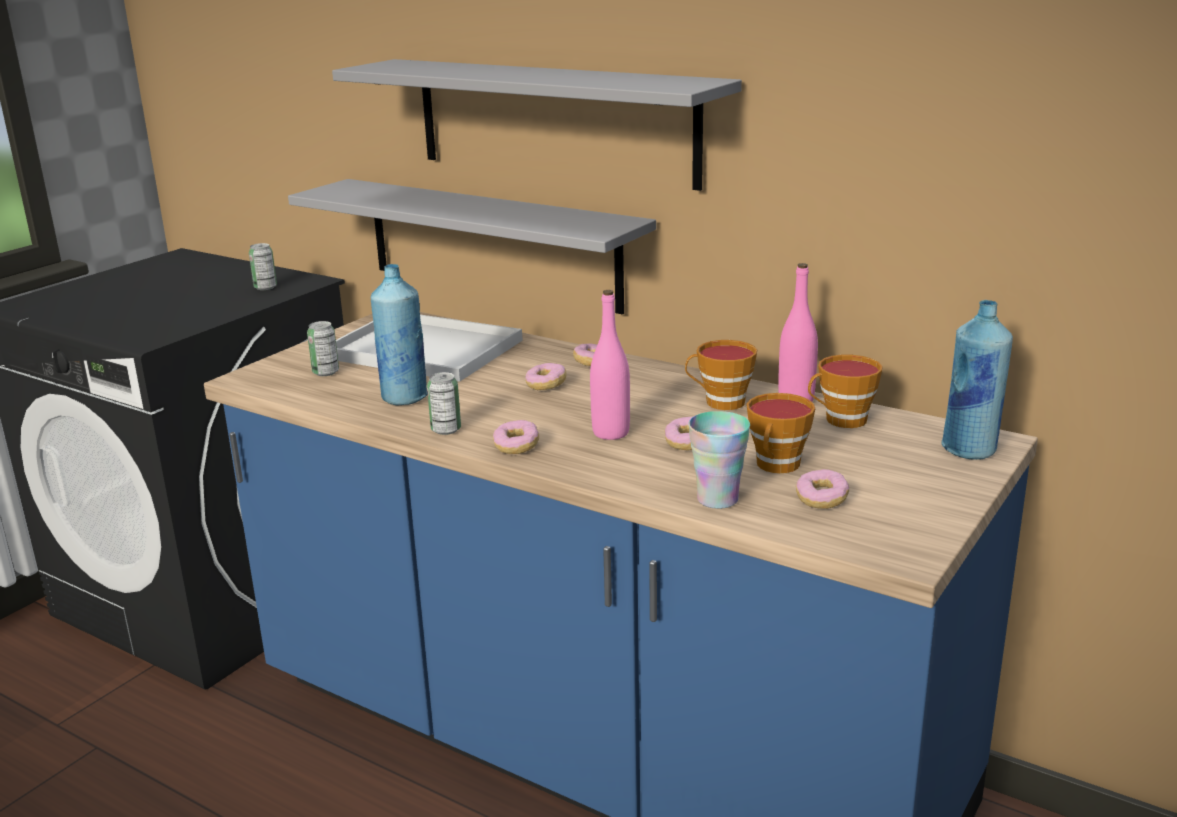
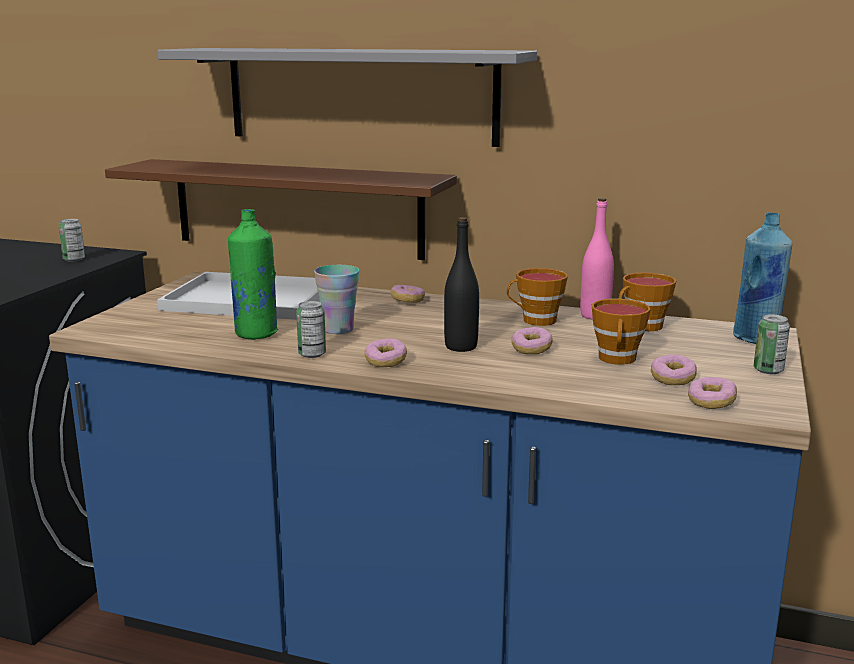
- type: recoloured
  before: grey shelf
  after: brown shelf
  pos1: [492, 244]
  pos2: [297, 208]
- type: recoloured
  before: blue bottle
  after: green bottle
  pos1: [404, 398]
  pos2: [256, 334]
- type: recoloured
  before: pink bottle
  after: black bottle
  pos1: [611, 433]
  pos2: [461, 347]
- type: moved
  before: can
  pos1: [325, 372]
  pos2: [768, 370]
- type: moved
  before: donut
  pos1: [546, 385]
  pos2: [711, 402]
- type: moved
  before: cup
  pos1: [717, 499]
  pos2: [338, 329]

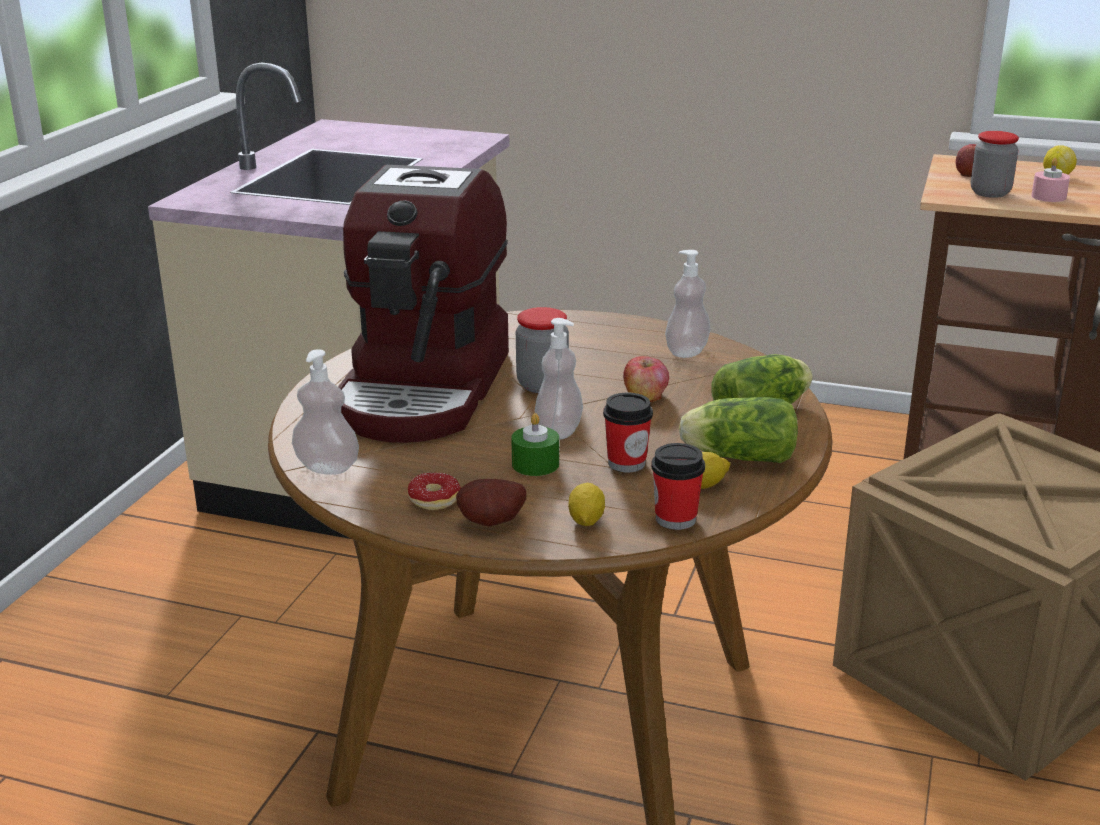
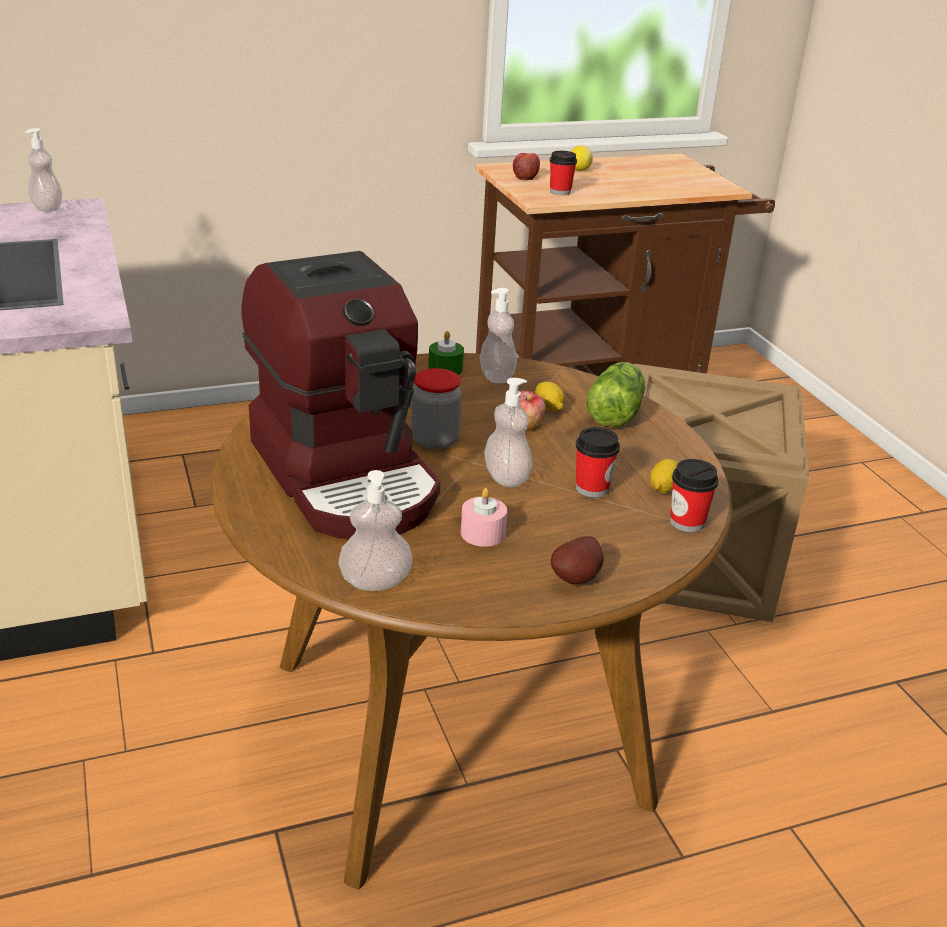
- type: replaced
  before: jar
  after: cup
  pos1: [990, 193]
  pos2: [560, 192]
- type: moved
  before: pink candle
  pos1: [1048, 197]
  pos2: [482, 533]
- type: removed
  before: lettuce
  pos1: [736, 457]
- type: moved
  before: green candle
  pos1: [535, 464]
  pos2: [445, 369]
- type: removed
  before: donut
  pos1: [425, 502]
- type: moved
  before: lemon
  pos1: [586, 519]
  pos2: [548, 407]
- type: added
  after: soap dispenser
  pos2: [47, 208]

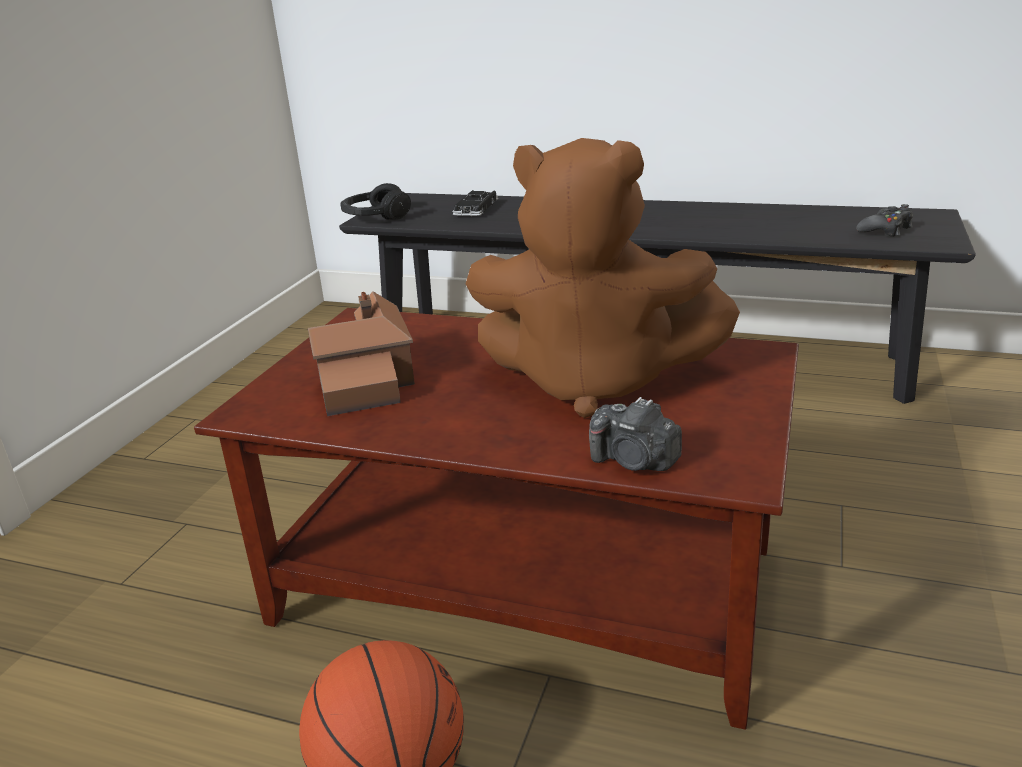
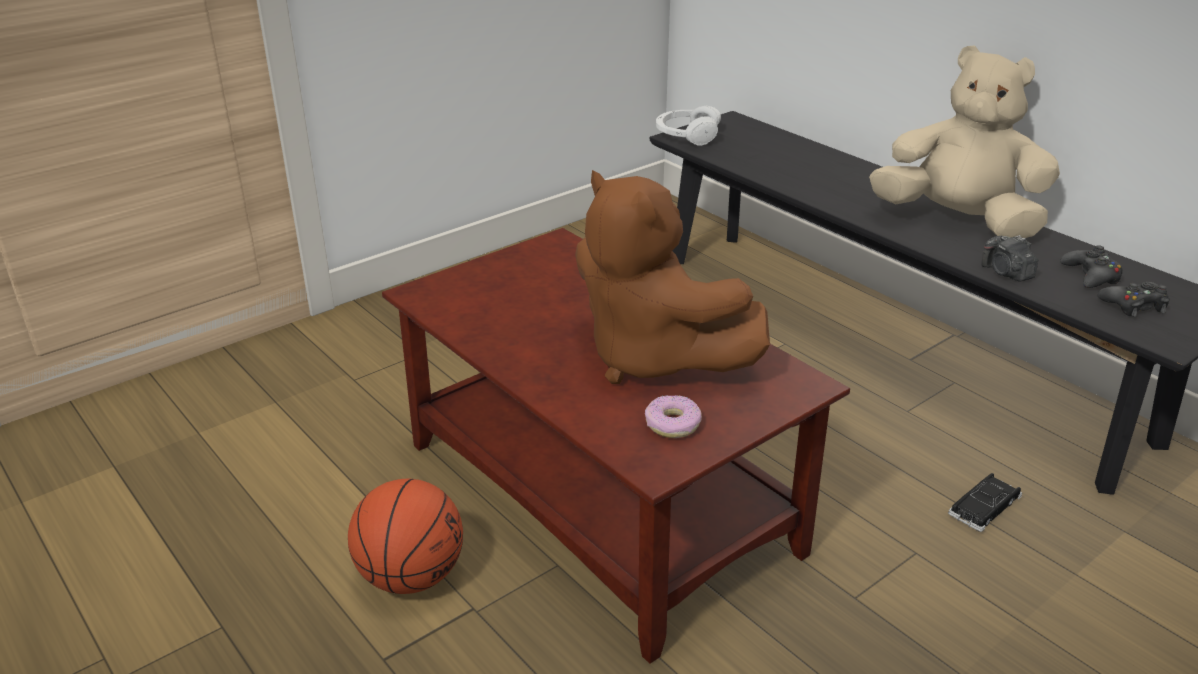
- type: recoloured
  before: black headphones
  after: white headphones
  pos1: [376, 217]
  pos2: [687, 136]
- type: moved
  before: black toy car
  pos1: [476, 209]
  pos2: [984, 507]
- type: removed
  before: toy house
  pos1: [368, 380]
- type: moved
  before: photo camera
  pos1: [634, 461]
  pos2: [1006, 273]
- type: added
  after: beige plush toy
  pos2: [958, 221]
- type: added
  after: black game controller
  pos2: [1091, 276]
- type: added
  after: donut
  pos2: [672, 424]

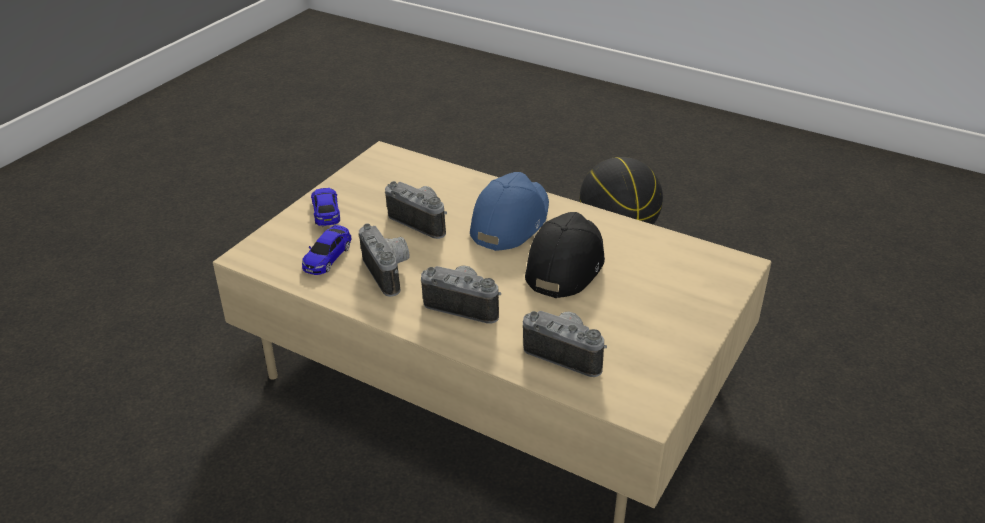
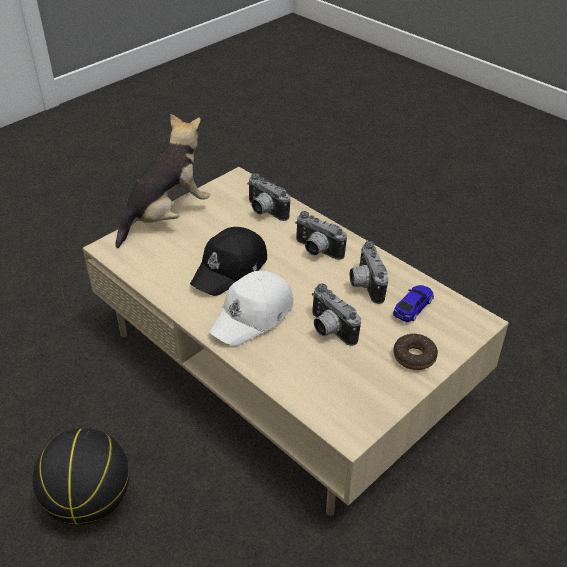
- type: recoloured
  before: blue cap
  after: white cap
  pos1: [510, 221]
  pos2: [253, 316]
- type: replaced
  before: toy car
  after: donut
  pos1: [326, 212]
  pos2: [414, 356]
- type: added
  after: plush toy
  pos2: [166, 216]

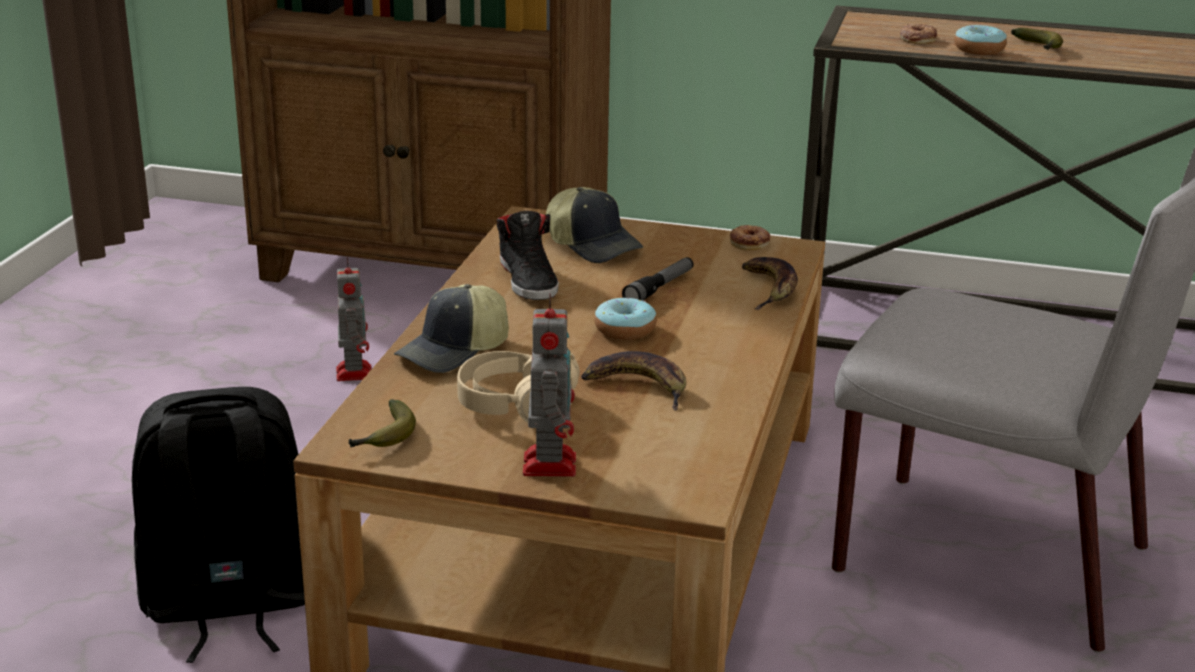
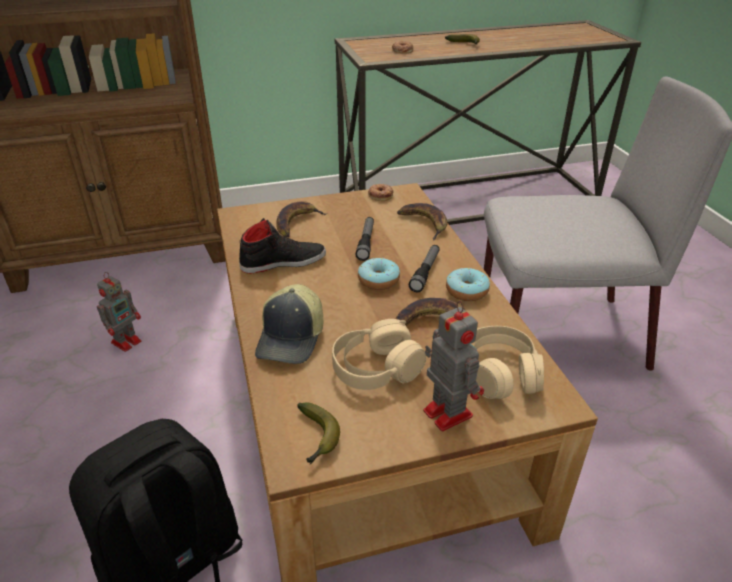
- type: moved
  before: donut
  pos1: [979, 50]
  pos2: [466, 291]
- type: replaced
  before: cap
  after: banana
  pos1: [594, 245]
  pos2: [297, 223]
- type: turned
  before: black shoe
  pos1: [528, 280]
  pos2: [283, 261]
  turn: -60
- type: turned
  before: toy robot
  pos1: [354, 372]
  pos2: [127, 341]
  turn: 75
- type: added
  after: flashlight
  pos2: [425, 272]
- type: added
  after: beige headphones
  pos2: [500, 373]

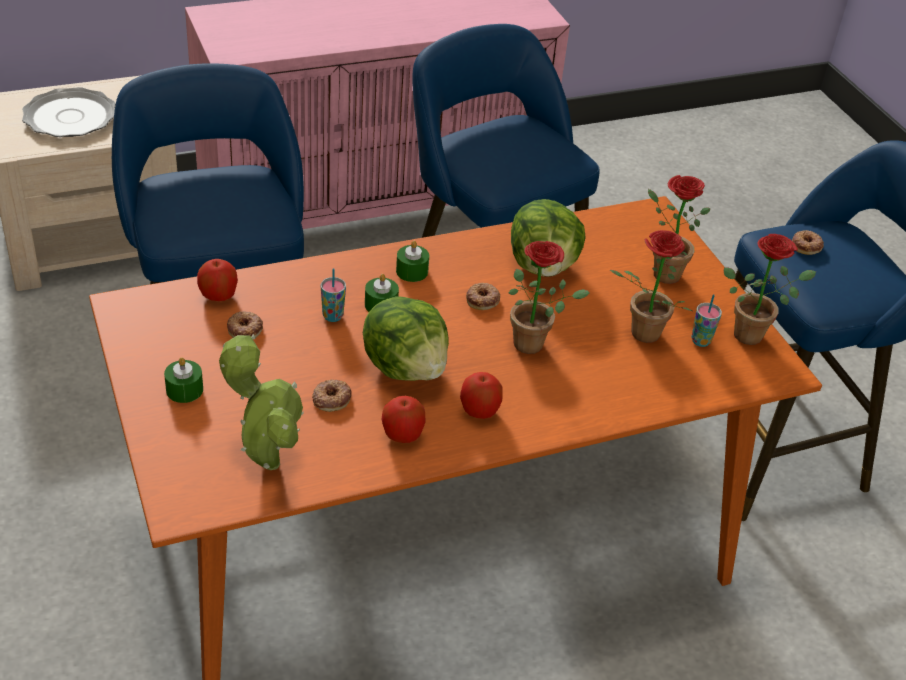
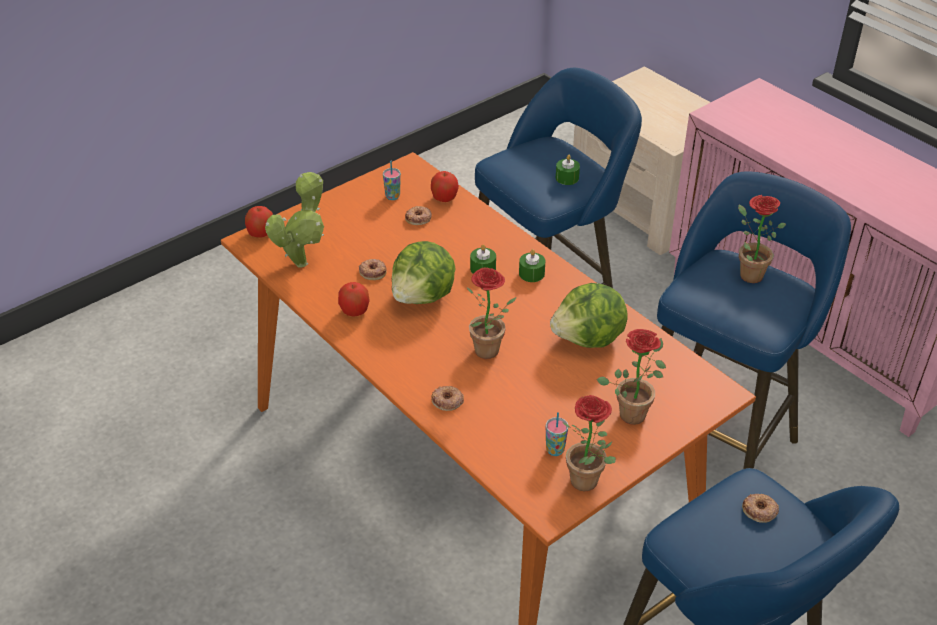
- type: removed
  before: plate
  pos1: [69, 117]
- type: moved
  before: potted plant
  pos1: [639, 334]
  pos2: [747, 273]
- type: moved
  before: cup
  pos1: [332, 316]
  pos2: [392, 196]
- type: moved
  before: donut
  pos1: [483, 299]
  pos2: [447, 401]
- type: moved
  before: green candle
  pos1: [184, 390]
  pos2: [567, 178]
- type: moved
  before: apple
  pos1: [479, 411]
  pos2: [261, 234]

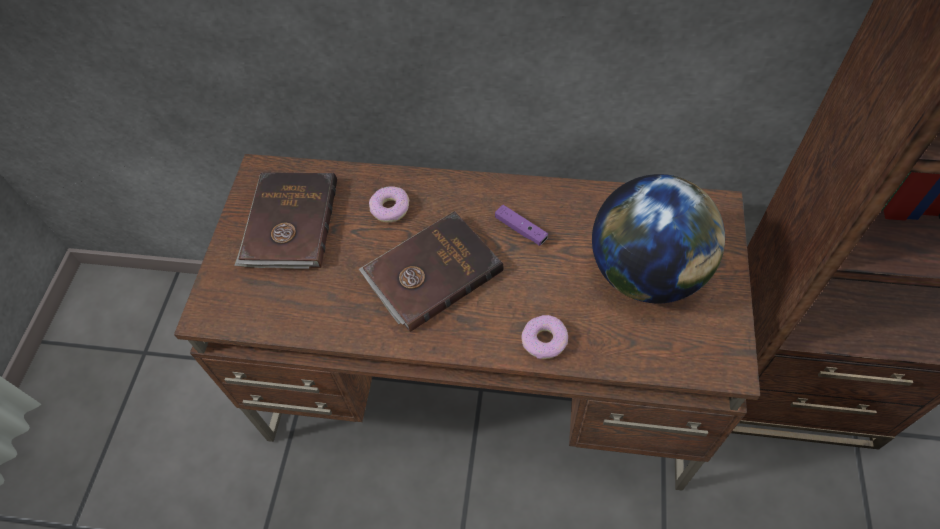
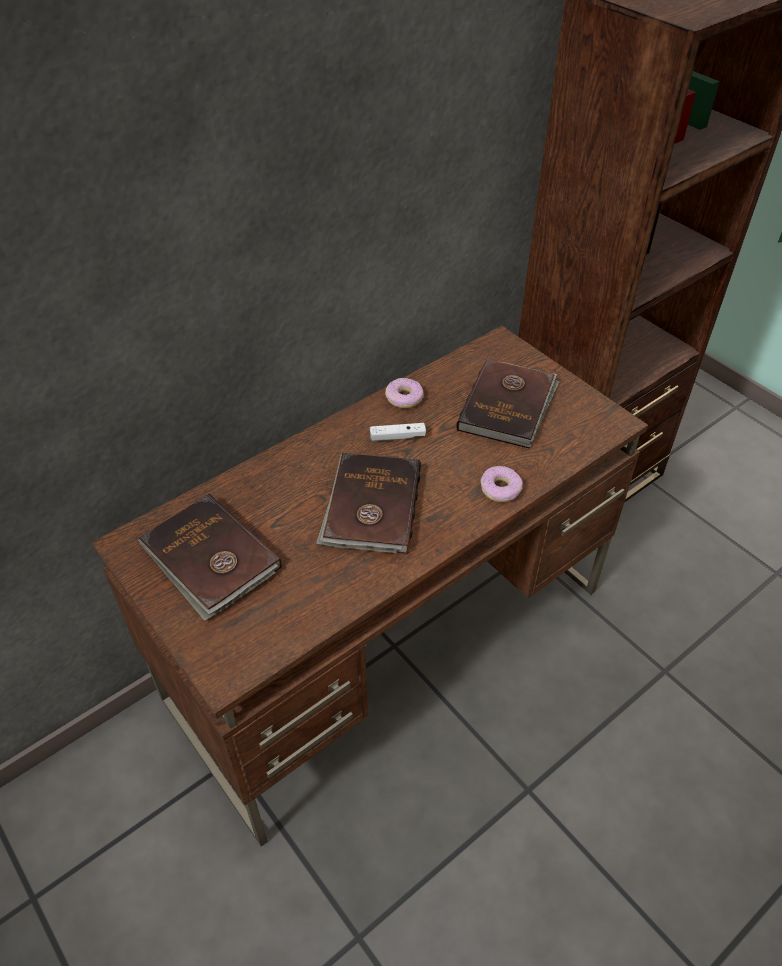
- type: replaced
  before: globe
  after: brown book
  pos1: [646, 273]
  pos2: [508, 406]
- type: moved
  before: donut
  pos1: [390, 208]
  pos2: [404, 398]
- type: recoloured
  before: purple game controller
  after: white game controller
  pos1: [521, 229]
  pos2: [397, 437]

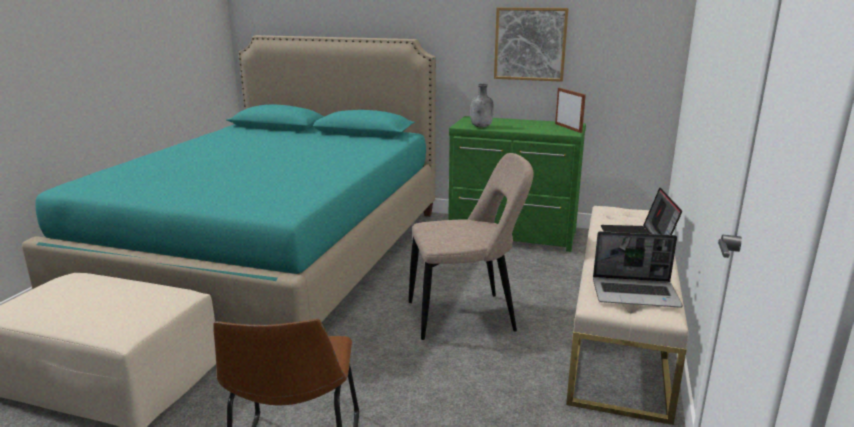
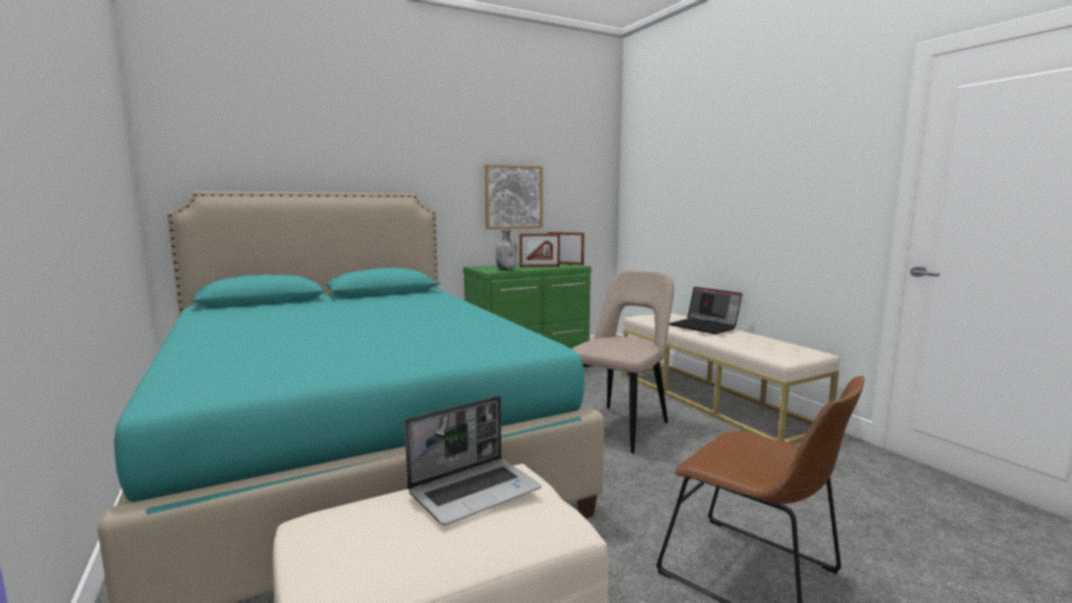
- type: moved
  before: laptop
  pos1: [636, 294]
  pos2: [475, 491]
- type: added
  after: picture frame
  pos2: [539, 266]

